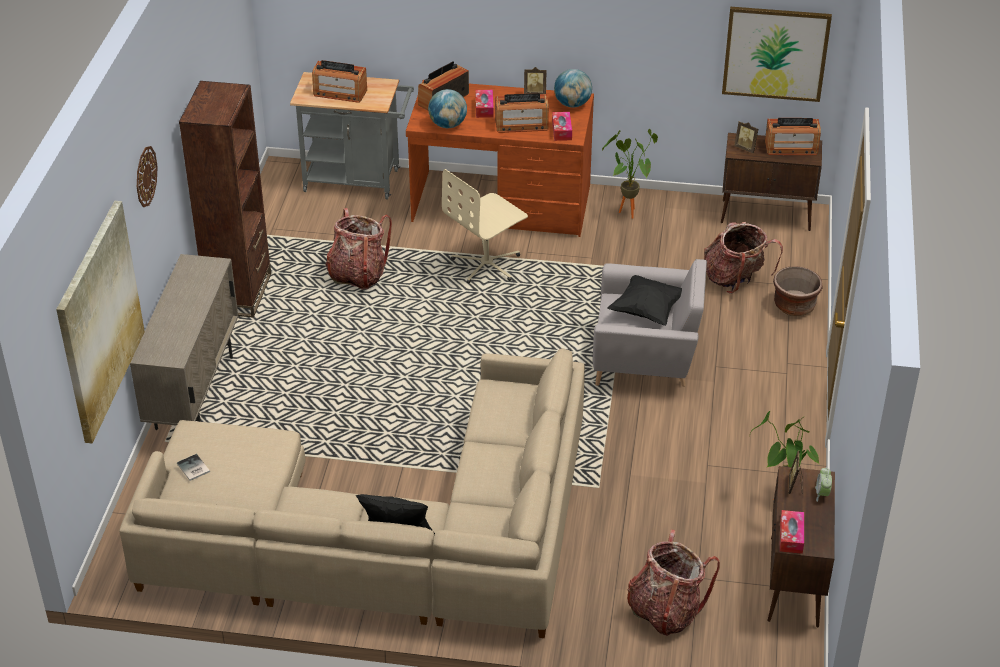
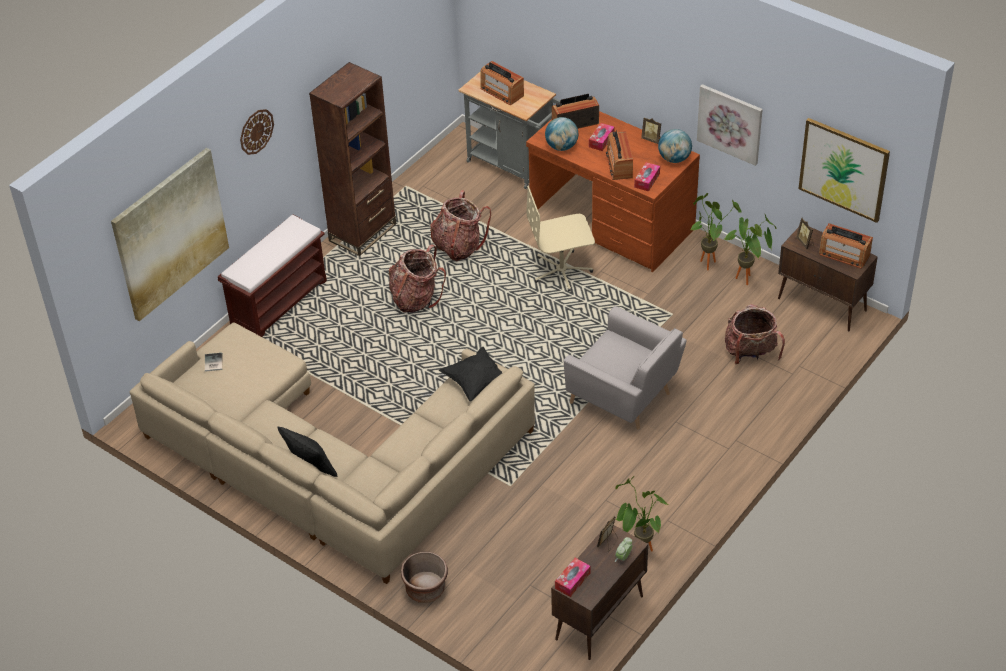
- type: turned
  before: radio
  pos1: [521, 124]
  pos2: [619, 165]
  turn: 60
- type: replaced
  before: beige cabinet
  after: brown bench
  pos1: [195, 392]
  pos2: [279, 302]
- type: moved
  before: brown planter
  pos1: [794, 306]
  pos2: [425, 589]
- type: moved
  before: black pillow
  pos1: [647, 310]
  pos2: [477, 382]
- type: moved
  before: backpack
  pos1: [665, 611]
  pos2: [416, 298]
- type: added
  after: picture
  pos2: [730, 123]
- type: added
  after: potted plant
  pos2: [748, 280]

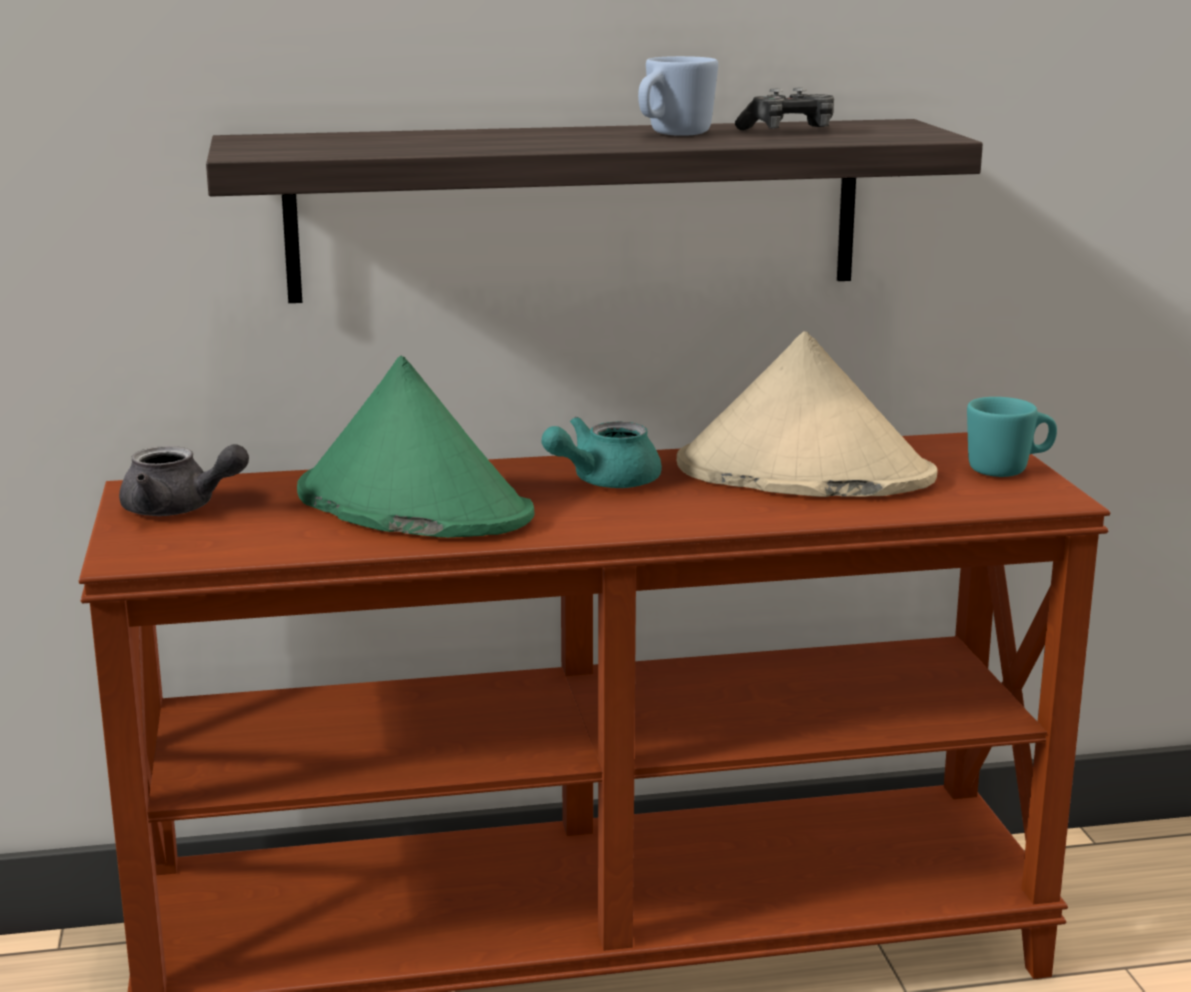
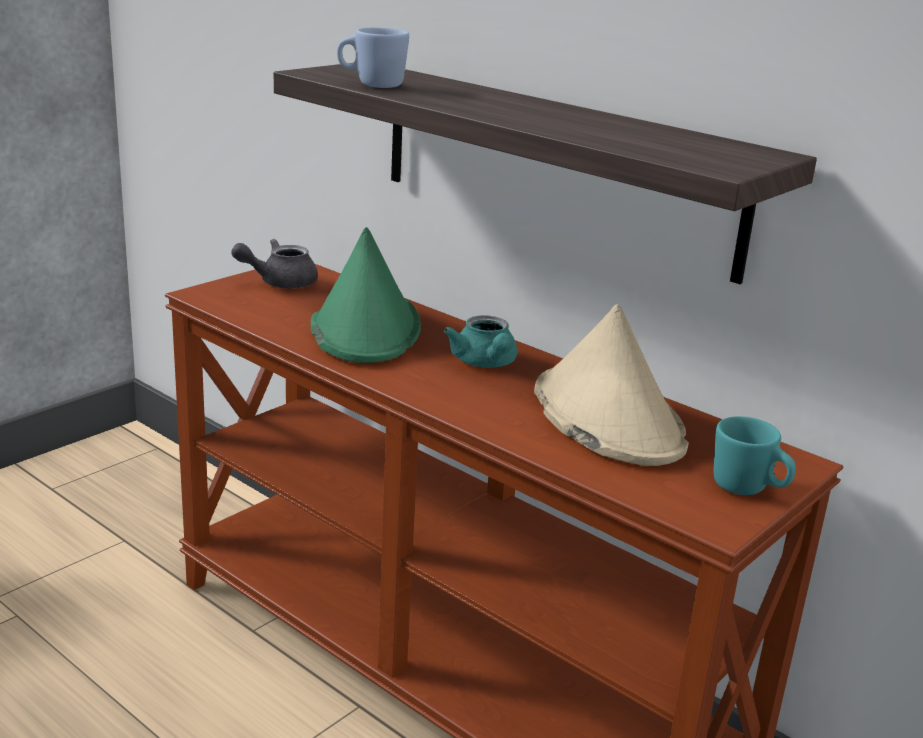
- type: moved
  before: blue mug
  pos1: [672, 134]
  pos2: [372, 85]
- type: removed
  before: game controller
  pos1: [789, 131]
- type: turned
  before: turquoise teapot
  pos1: [604, 481]
  pos2: [485, 363]
  turn: -120
- type: turned
  before: grey teapot
  pos1: [179, 509]
  pos2: [279, 282]
  turn: 90

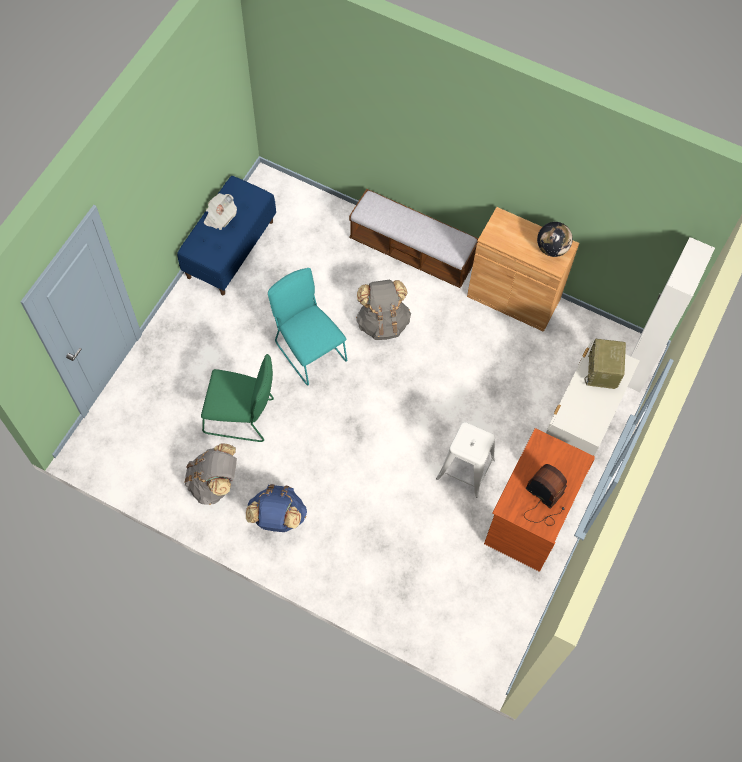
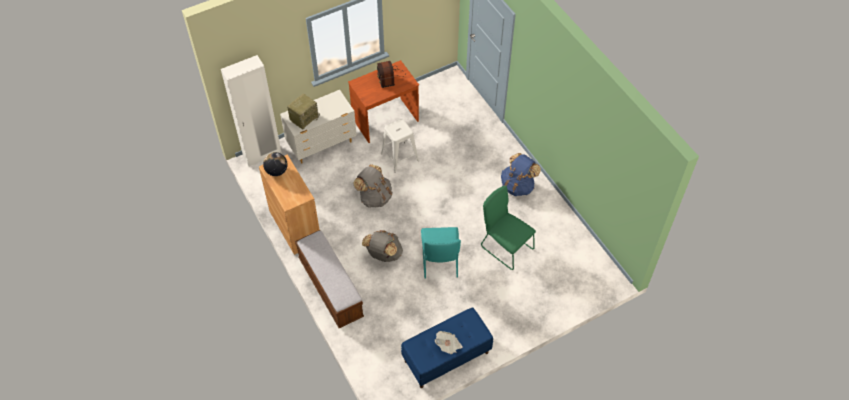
- type: moved
  before: grey backpack
  pos1: [215, 483]
  pos2: [375, 197]

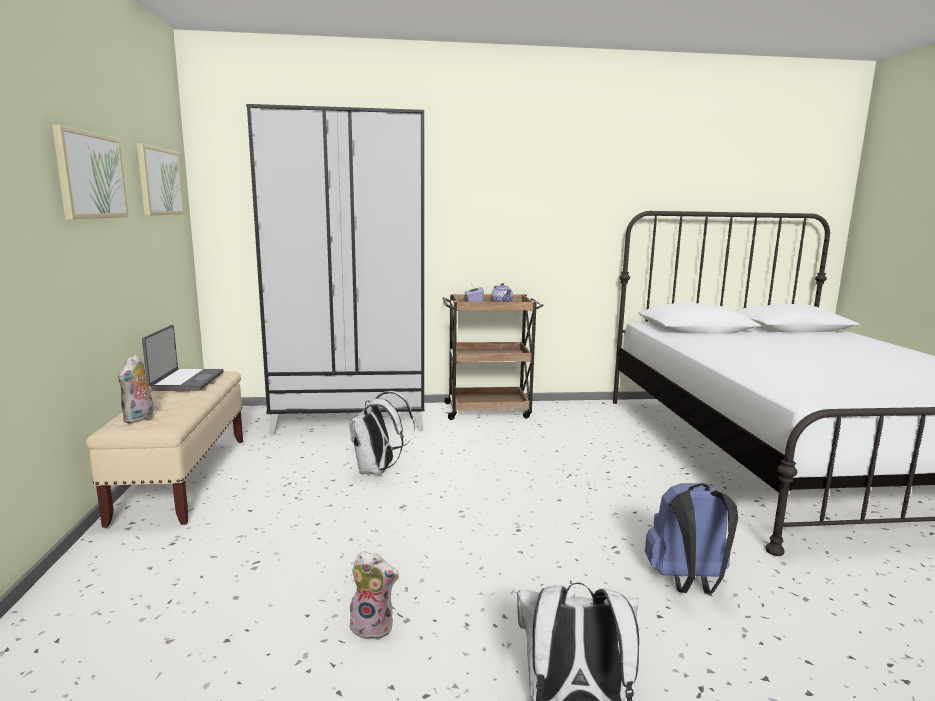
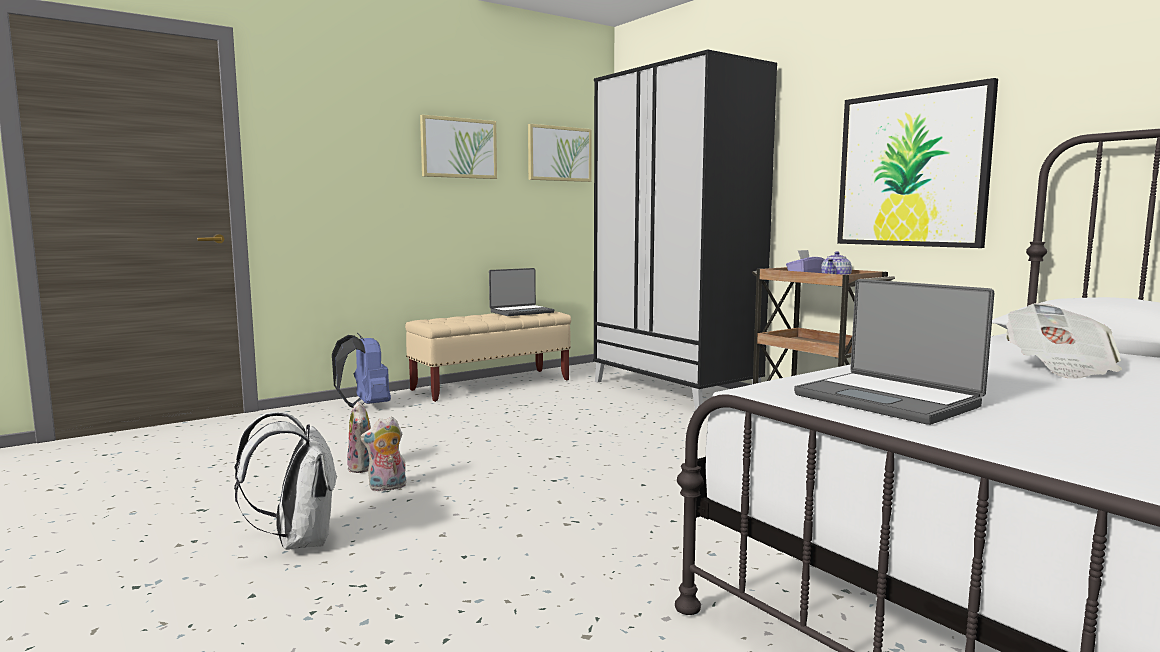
- type: moved
  before: plush toy
  pos1: [140, 418]
  pos2: [387, 487]
- type: removed
  before: white backpack
  pos1: [378, 470]
- type: moved
  before: blue backpack
  pos1: [687, 582]
  pos2: [365, 406]
- type: added
  after: picture
  pos2: [912, 169]
- type: added
  after: laptop
  pos2: [888, 400]
- type: added
  after: newspaper
  pos2: [1059, 368]

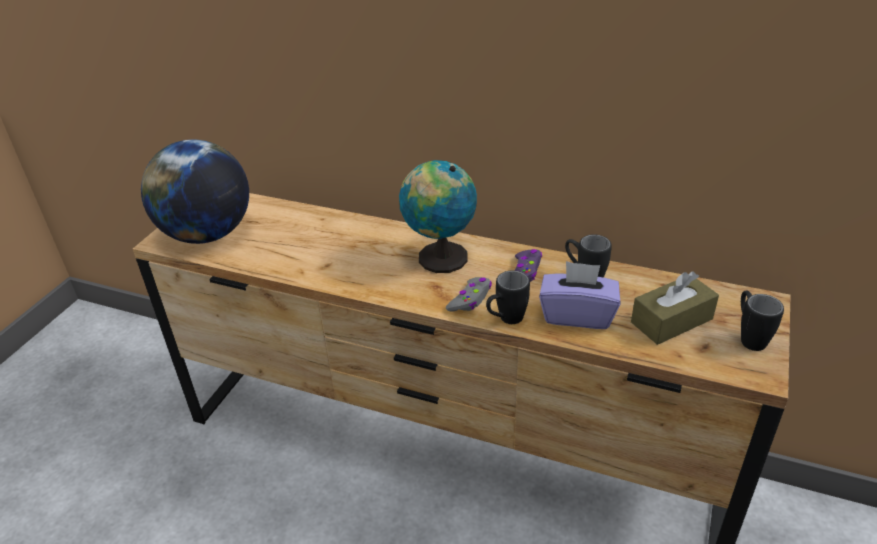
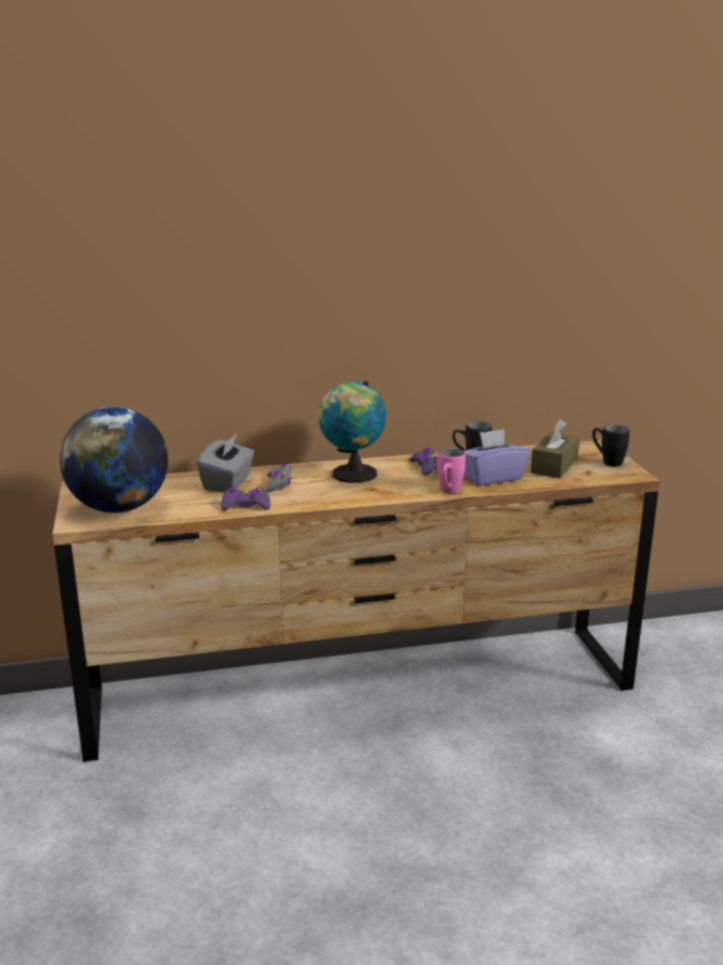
- type: recoloured
  before: black mug
  after: pink mug
  pos1: [505, 320]
  pos2: [448, 492]
- type: moved
  before: grey game controller
  pos1: [470, 300]
  pos2: [279, 483]
- type: added
  after: grey tissue box
  pos2: [228, 482]
- type: added
  after: purple game controller
  pos2: [246, 506]

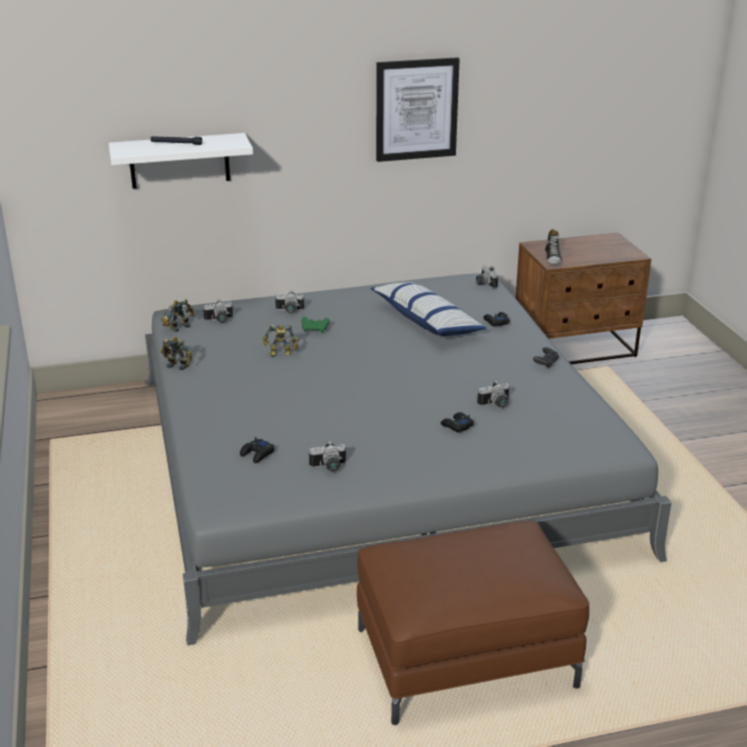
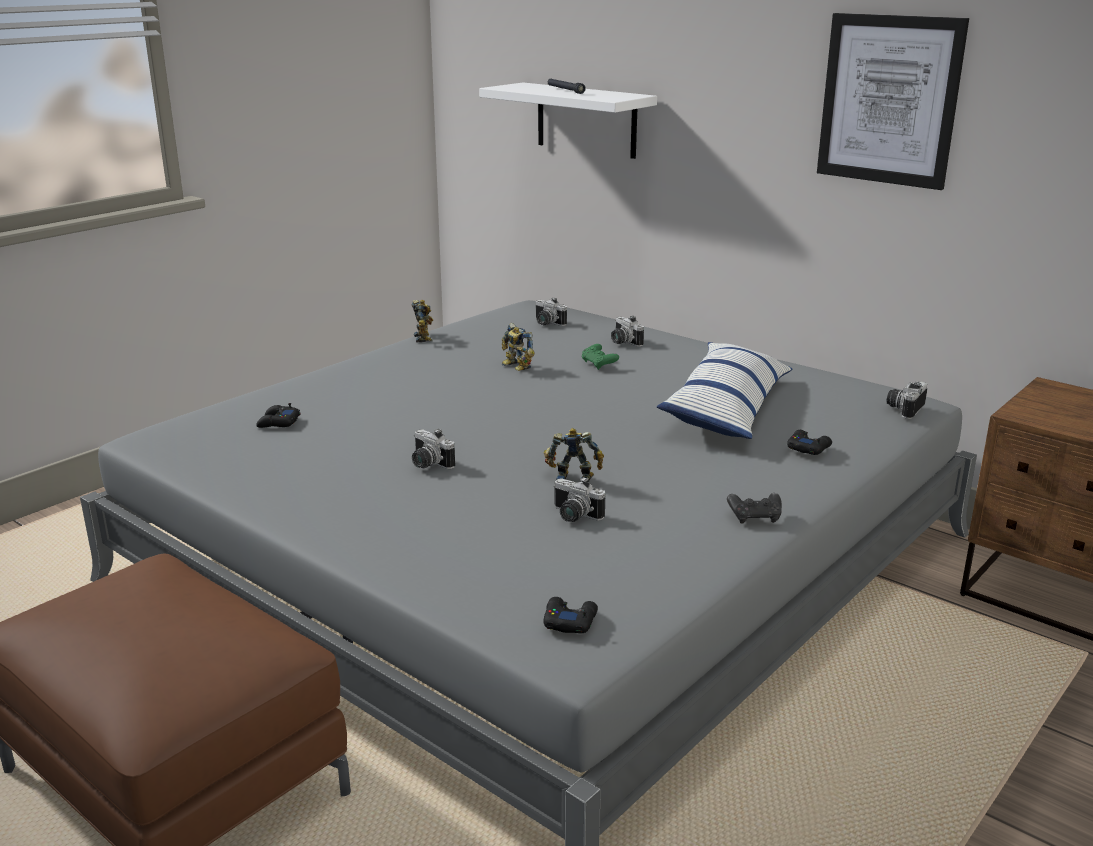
- type: removed
  before: shoe
  pos1: [553, 258]
- type: moved
  before: toy robot
  pos1: [178, 327]
  pos2: [574, 477]
- type: moved
  before: black game controller
  pos1: [456, 426]
  pos2: [569, 621]
- type: moved
  before: photo camera
  pos1: [329, 467]
  pos2: [428, 464]

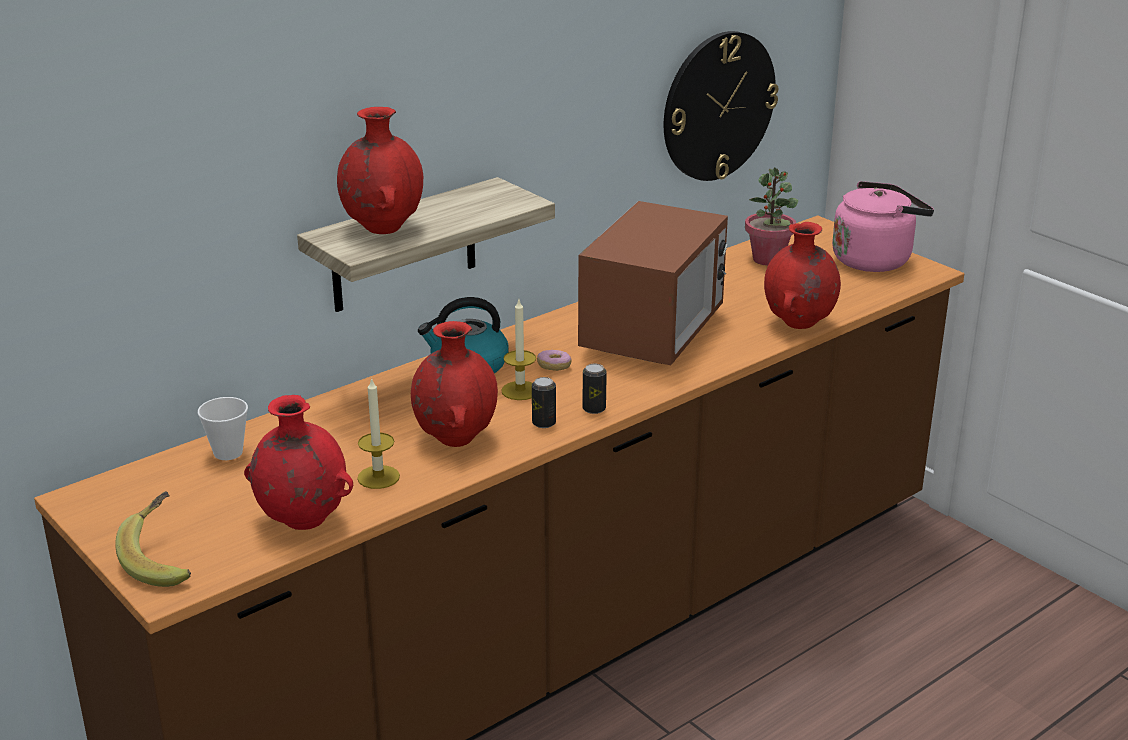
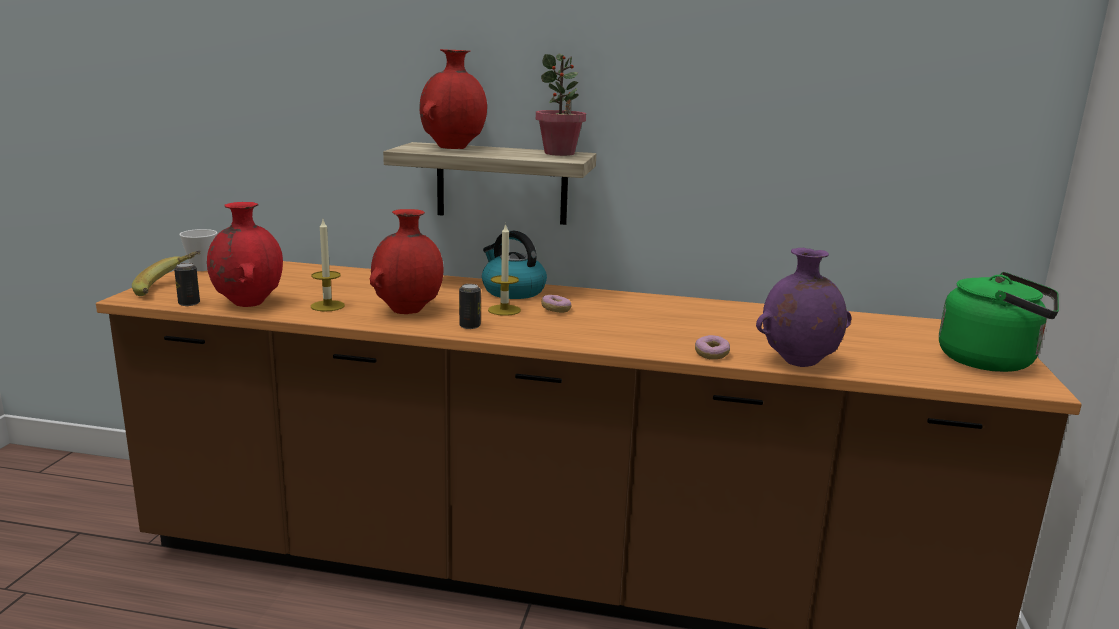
- type: removed
  before: wall clock
  pos1: [718, 106]
- type: moved
  before: potted plant
  pos1: [768, 259]
  pos2: [559, 153]
- type: recoloured
  before: pink kettle
  after: green kettle
  pos1: [875, 259]
  pos2: [992, 361]
- type: removed
  before: microwave
  pos1: [653, 333]
- type: recoloured
  before: red vase
  after: purple vase
  pos1: [799, 324]
  pos2: [798, 362]
- type: moved
  before: can
  pos1: [594, 409]
  pos2: [189, 303]
- type: moved
  before: cup
  pos1: [228, 453]
  pos2: [202, 268]
- type: added
  after: donut
  pos2: [711, 354]

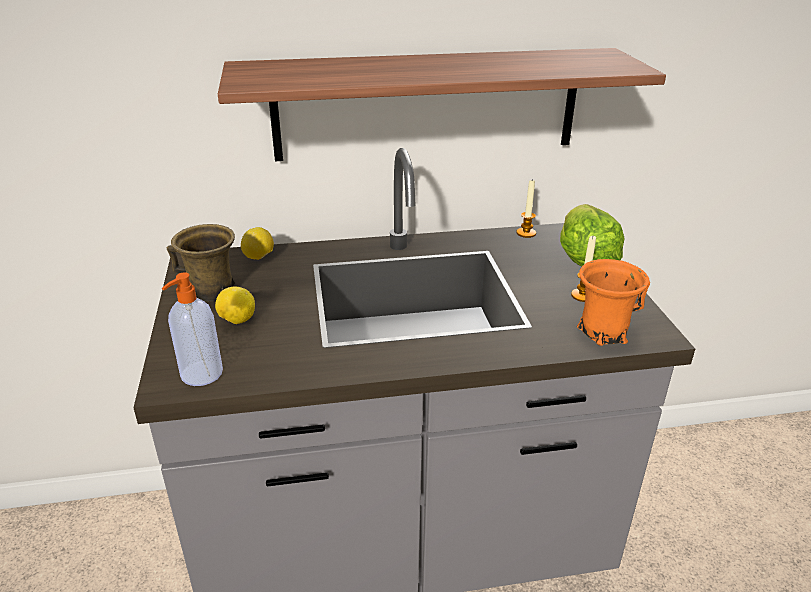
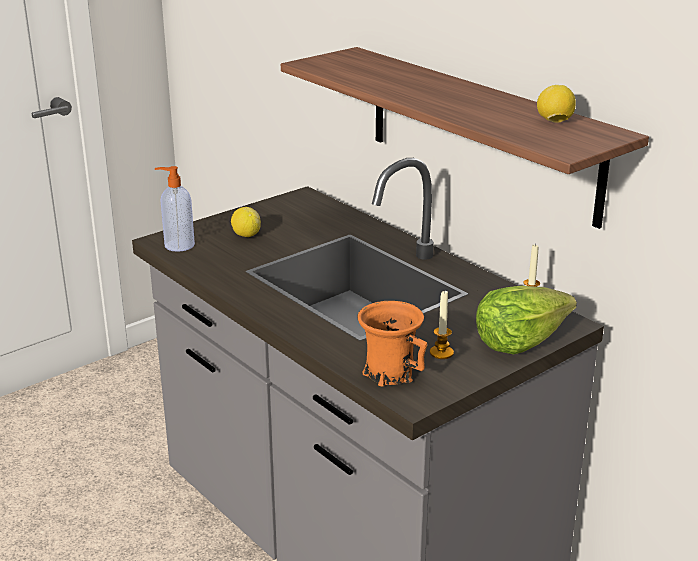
- type: removed
  before: brown mug
  pos1: [211, 291]
- type: moved
  before: lemon
  pos1: [259, 258]
  pos2: [554, 122]

